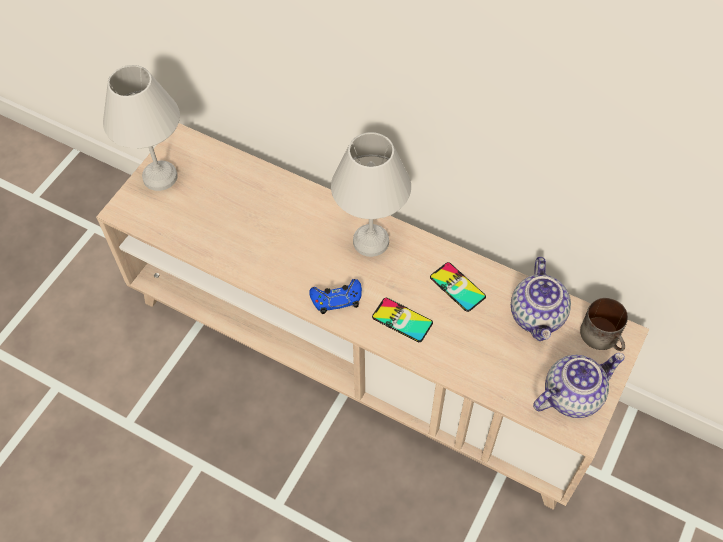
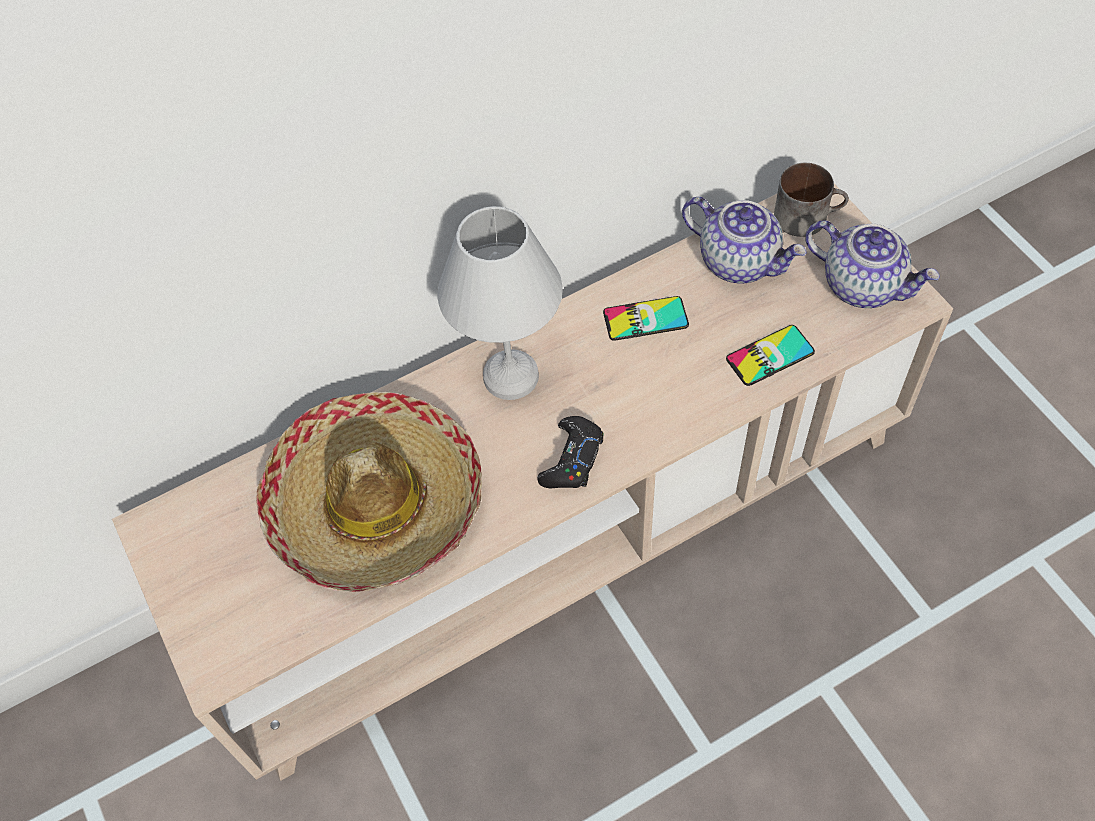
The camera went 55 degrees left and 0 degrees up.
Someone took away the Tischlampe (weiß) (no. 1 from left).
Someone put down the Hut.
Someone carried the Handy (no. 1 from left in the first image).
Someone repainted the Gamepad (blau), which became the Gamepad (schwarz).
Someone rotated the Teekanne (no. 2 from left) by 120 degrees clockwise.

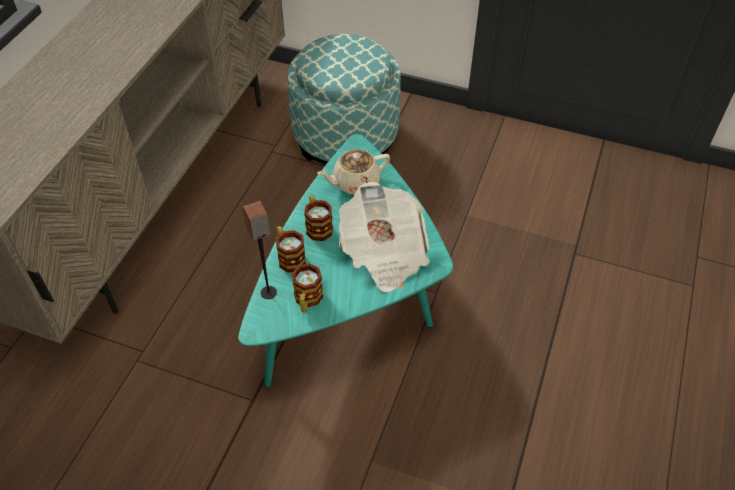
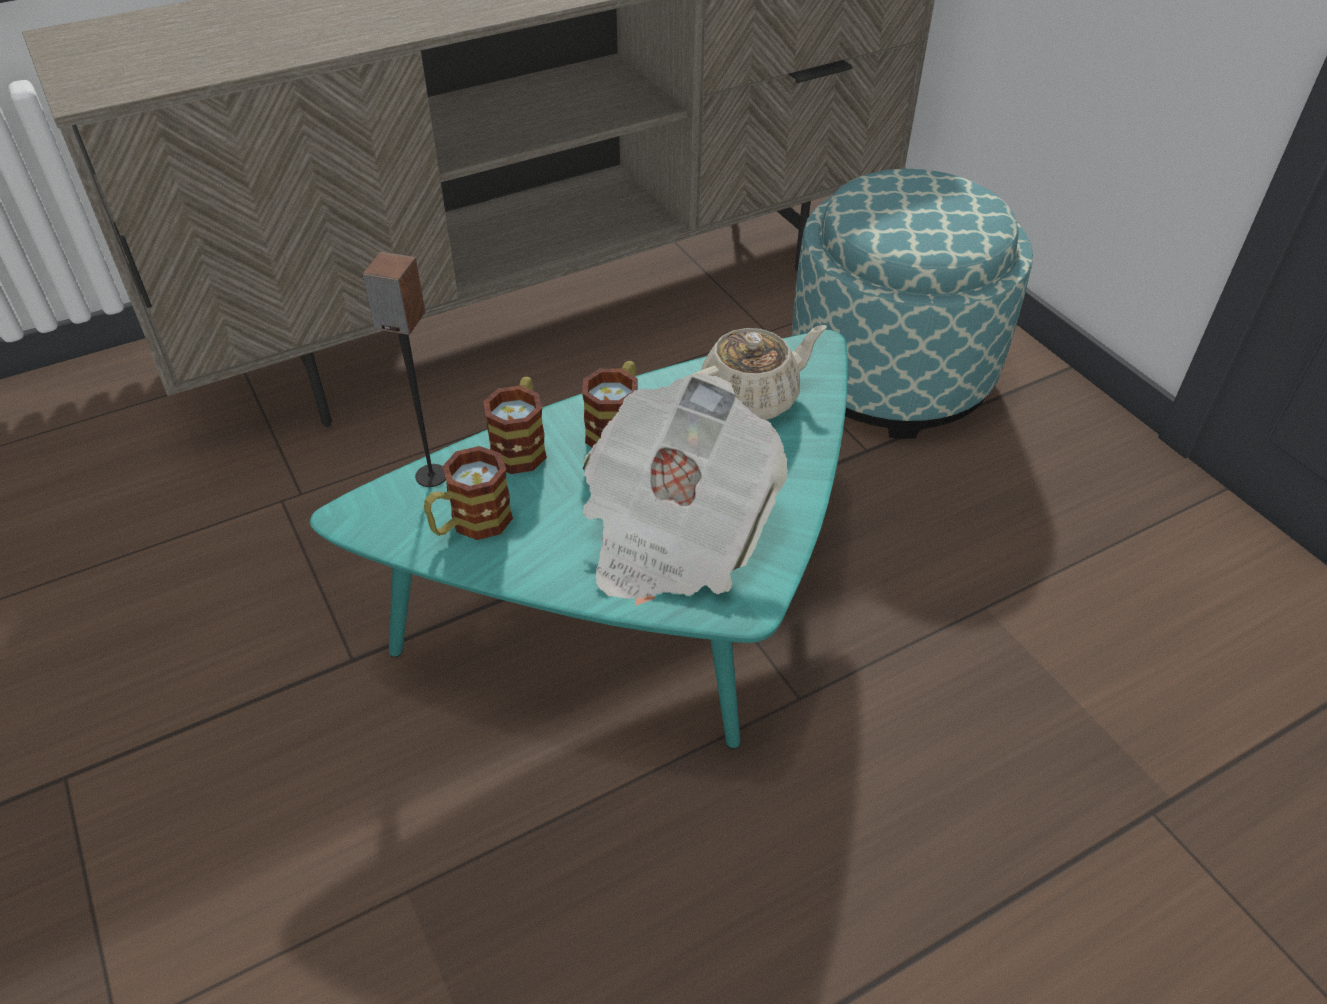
The camera went 40 degrees right and 5 degrees down.
Someone rotated the Teekanne (beige) by 135 degrees clockwise.

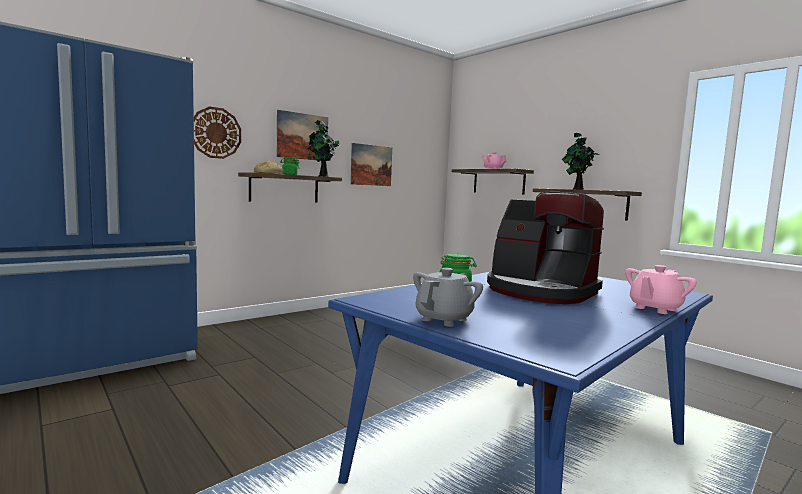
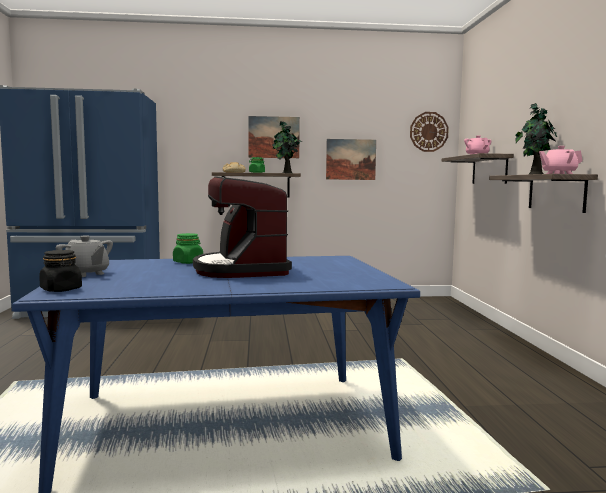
The camera went 35 degrees right and 0 degrees up.
Someone put down the Vorratsglas (schwarz).
Someone carried the Wanduhr.
Someone carried the Teekanne (rosa) (no. 2 from left).
Someone rotated the Teekanne (grau) by 60 degrees clockwise.

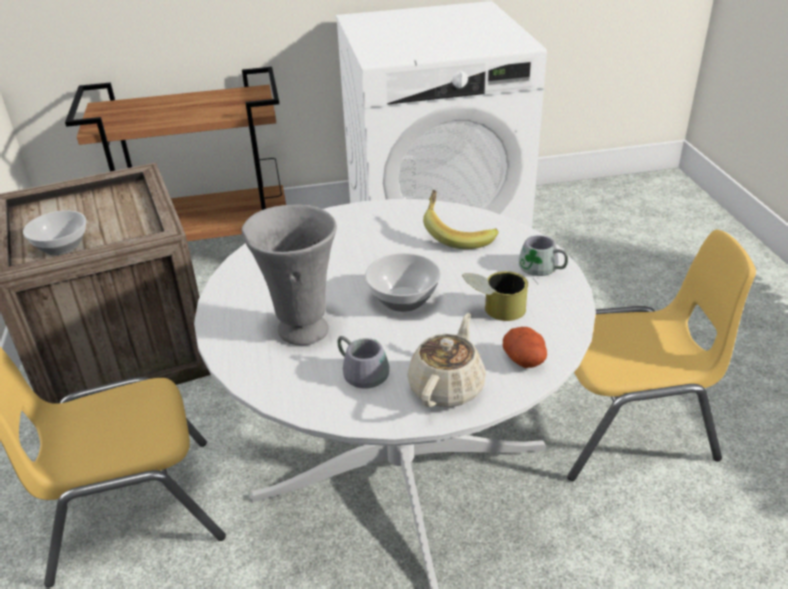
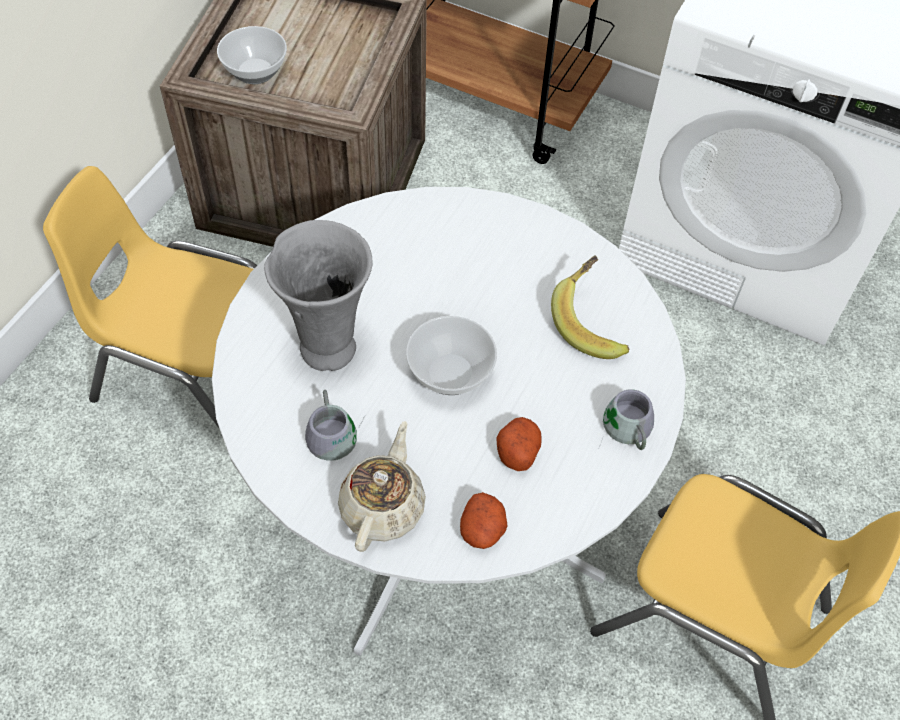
The camera went 35 degrees right and 20 degrees up.
Someone swapped the Dose for the Kartoffel (no. 2 from left).
Someone rotated the Teekanne (beige) by 45 degrees counterclockwise.

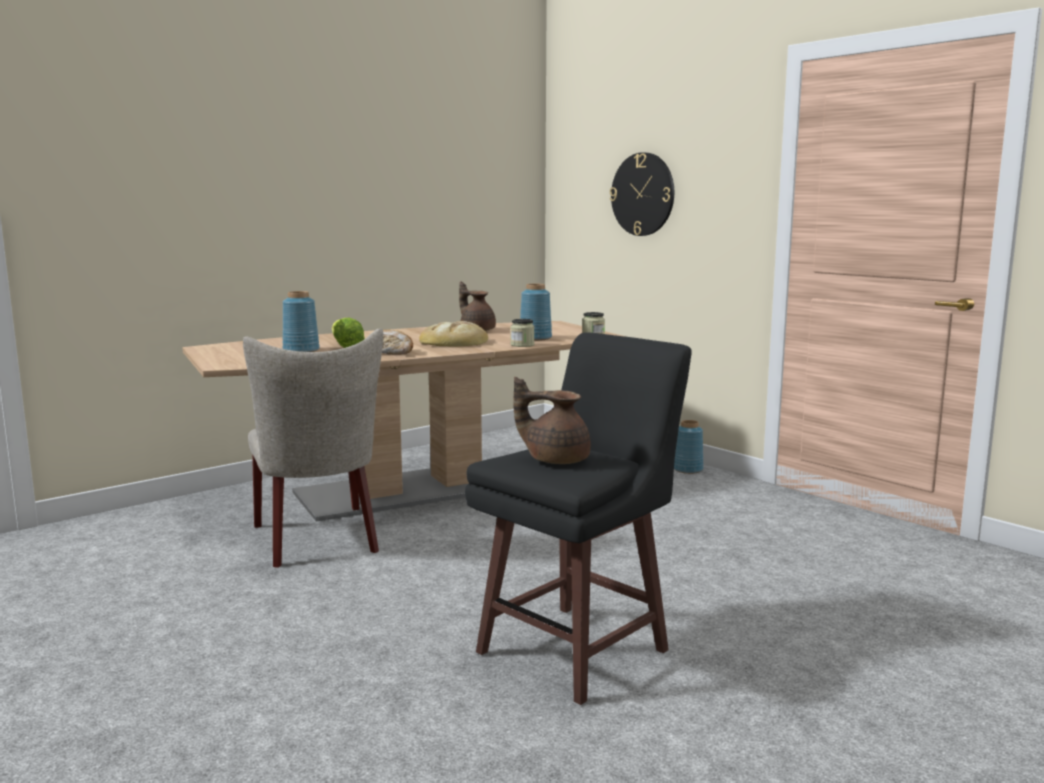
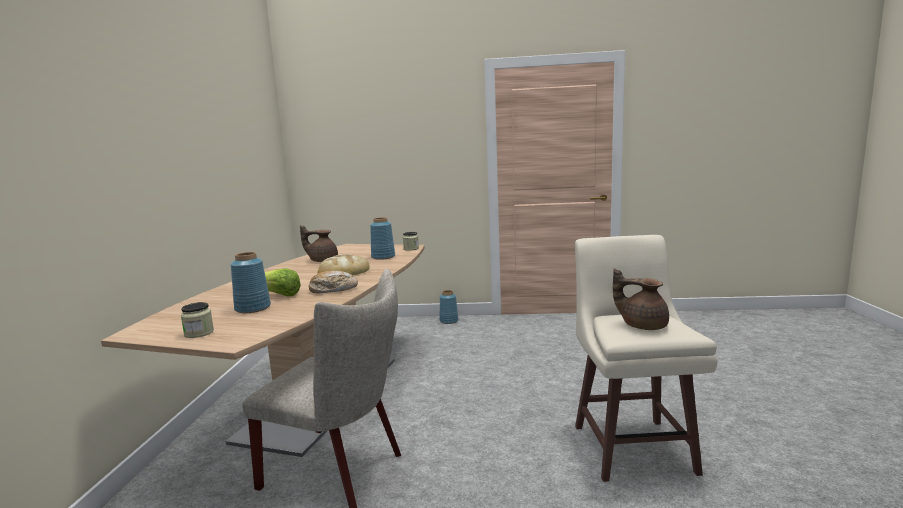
The camera went 45 degrees left and 0 degrees up.
Someone took away the Wanduhr.
Someone carried the Vorratsglas (no. 1 from left).
Someone repainted the Hocker (schwarz), which became the Hocker (beige).
Someone rotated the Teekanne (braun) (no. 2 from left) by 60 degrees clockwise.

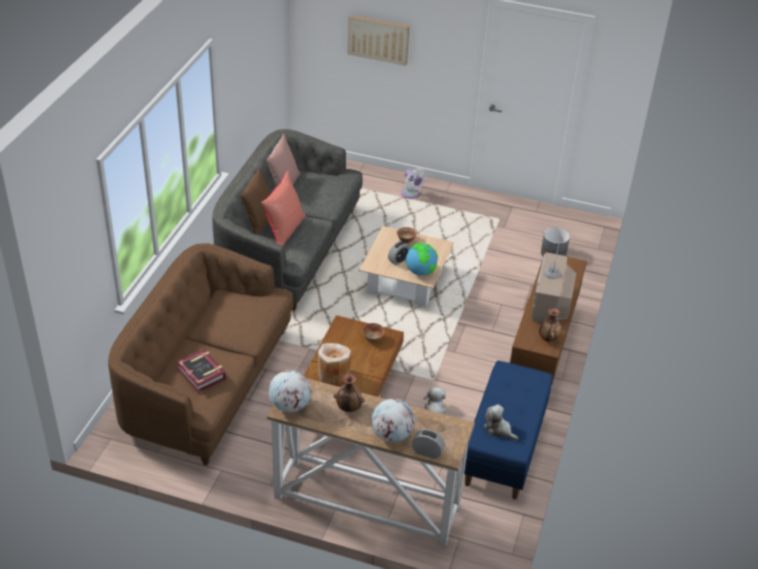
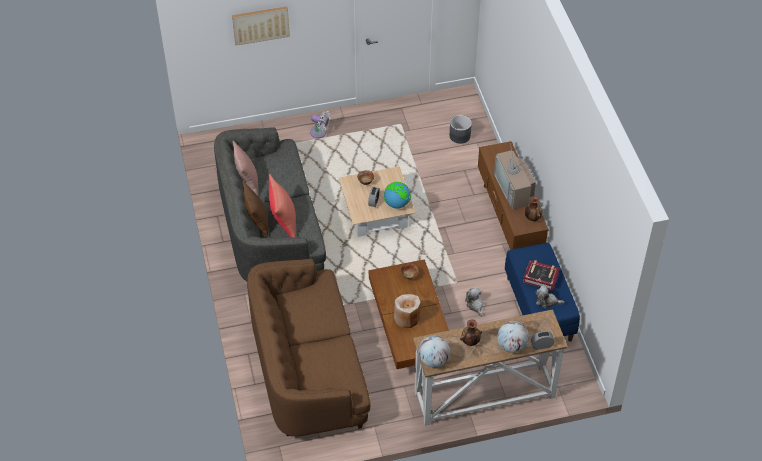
The camera went 30 degrees left and 10 degrees up.
Someone carried the Buch.

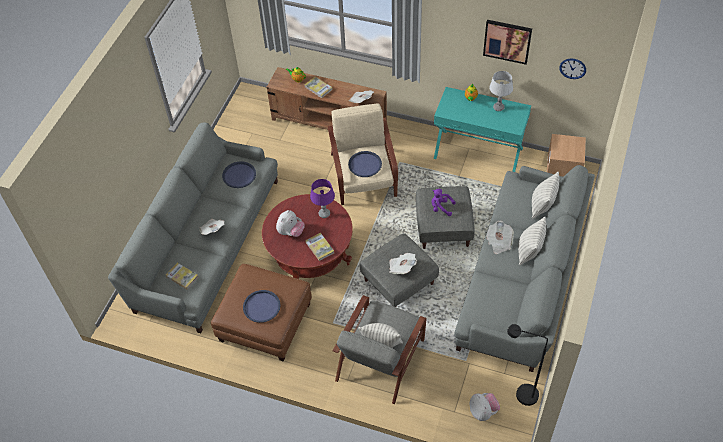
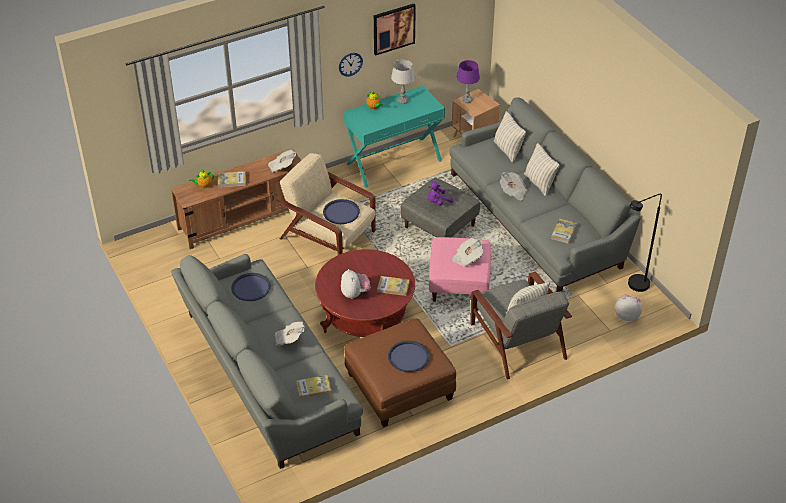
The camera went 50 degrees left and 10 degrees down.
Someone put down the Buch (no. 4 from left).
Someone carried the Tischlampe (lila).
Someone carried the Wanduhr.
Someone repainted the Polsterhocker (grau) (no. 1 from left), which became the Polsterhocker (rosa).

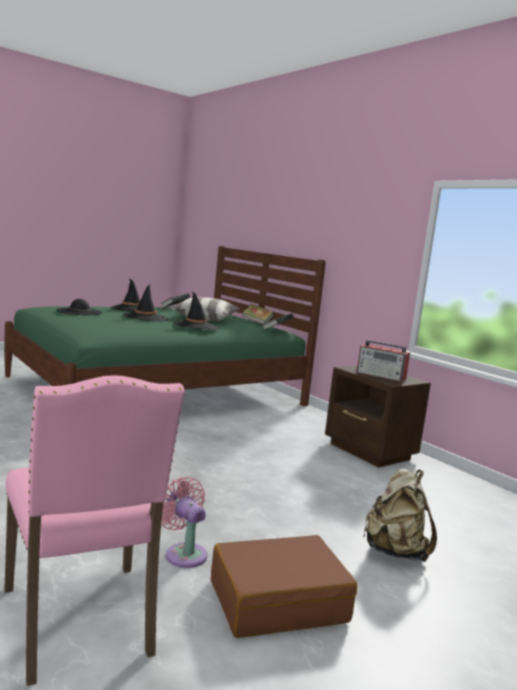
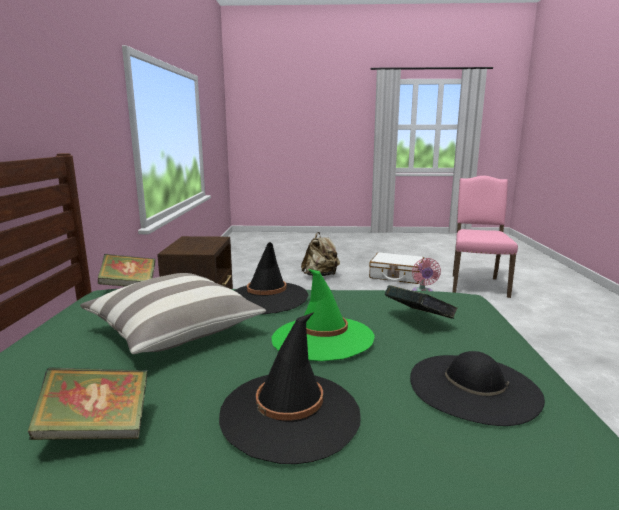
The camera went 140 degrees left and 5 degrees up.
Someone took away the Radio.
Someone carried the Buch (no. 2 from left in the first image).
Someone repainted the Hut (schwarz) (no. 3 from left), which became the Hut (grün).
Someone repainted the Koffer (braun), which became the Koffer (weiß).

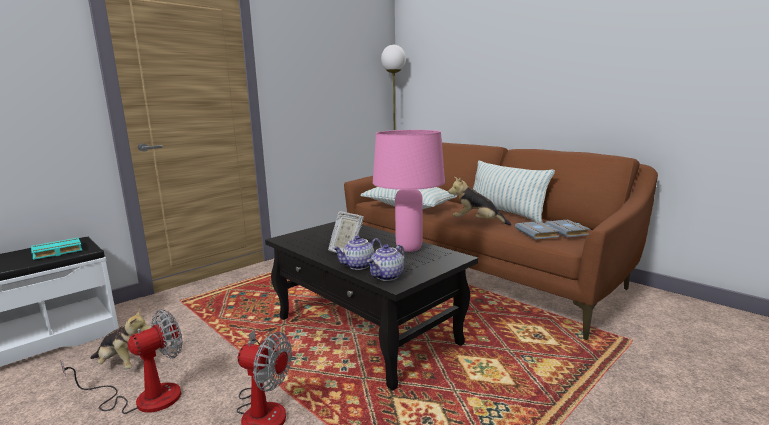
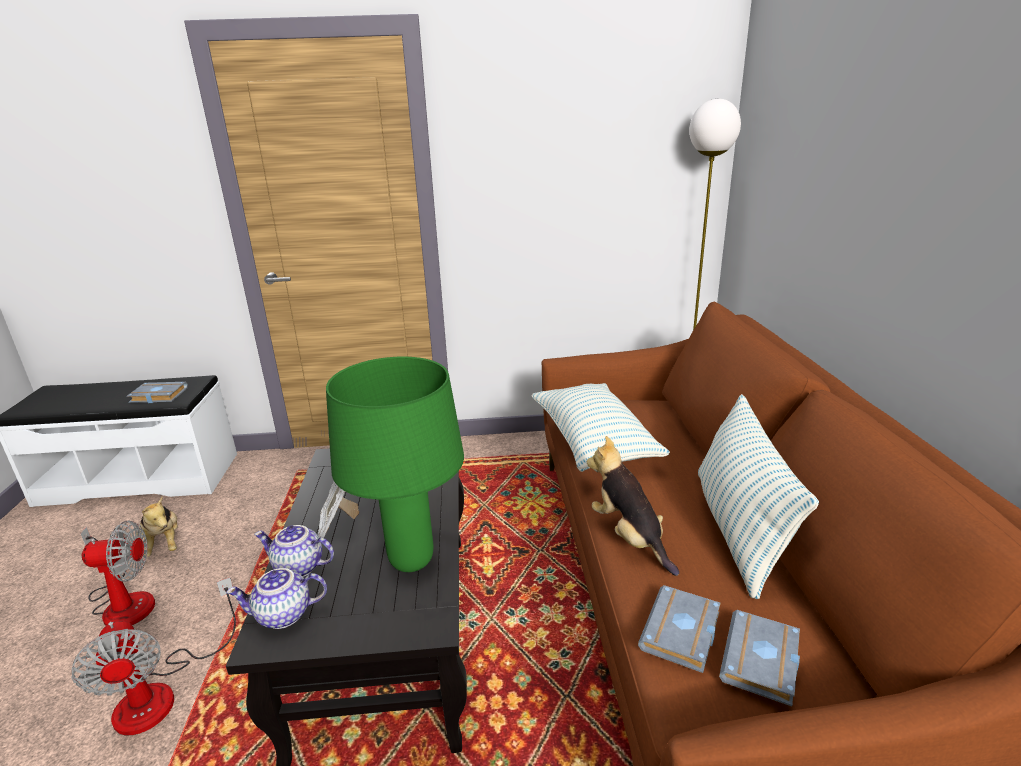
The camera went 40 degrees right and 10 degrees up.
Someone repainted the Buch (türkis), which became the Buch (grau) (no. 1 from left).
Someone repainted the Tischlampe (rosa), which became the Tischlampe (grün).

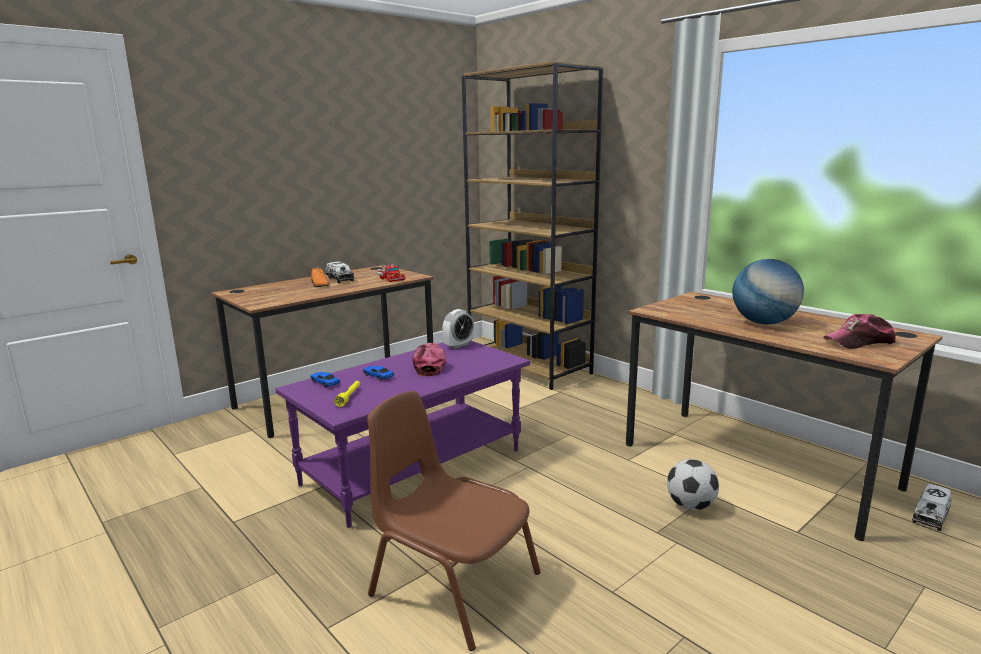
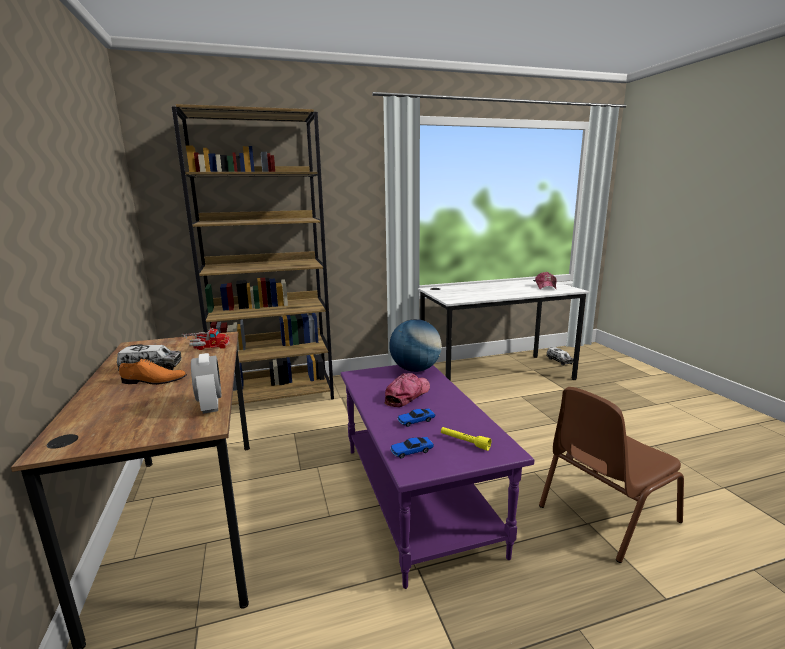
The camera went 65 degrees left and 0 degrees up.
Someone took away the Fußball.
Someone carried the Wecker.
Someone carried the Globus.
Someone repainted the Schreibtisch (braun) (no. 2 from left), which became the Schreibtisch (weiß).
Someone rotated the Kappe (no. 1 from left) by 105 degrees clockwise.

